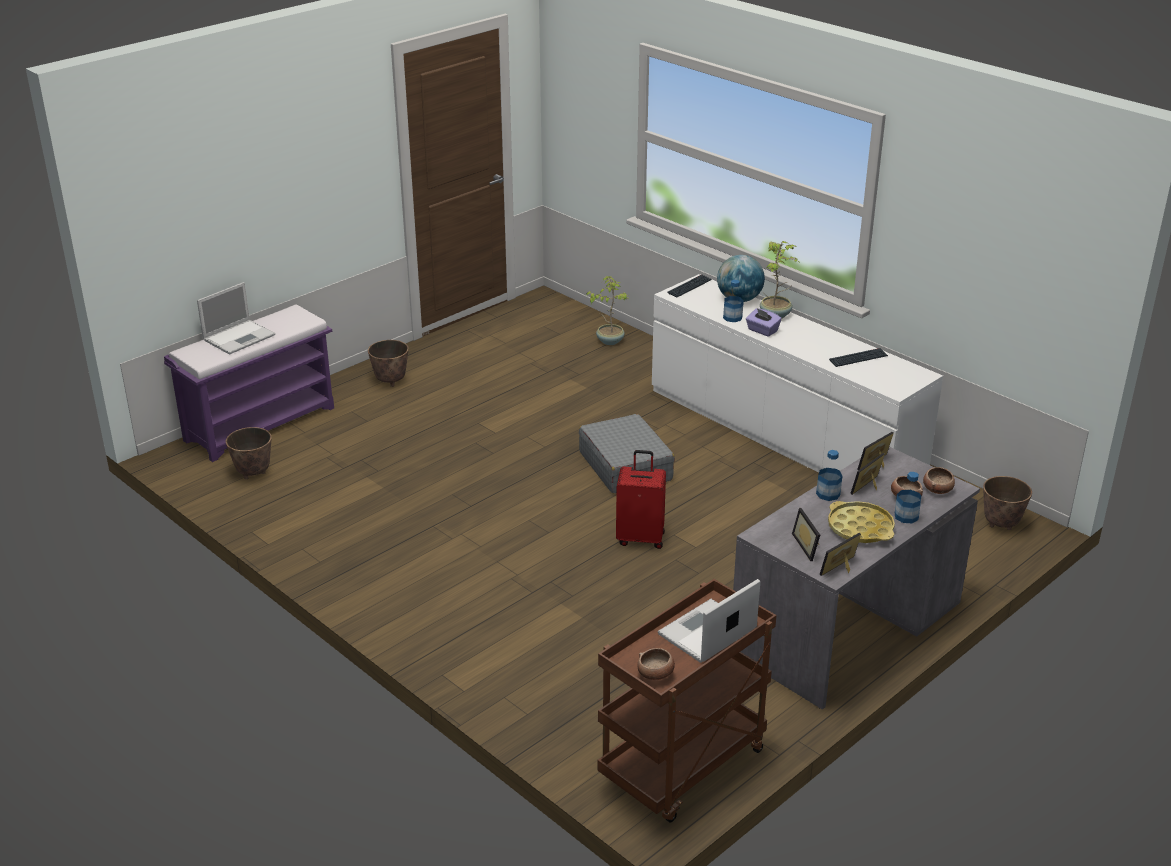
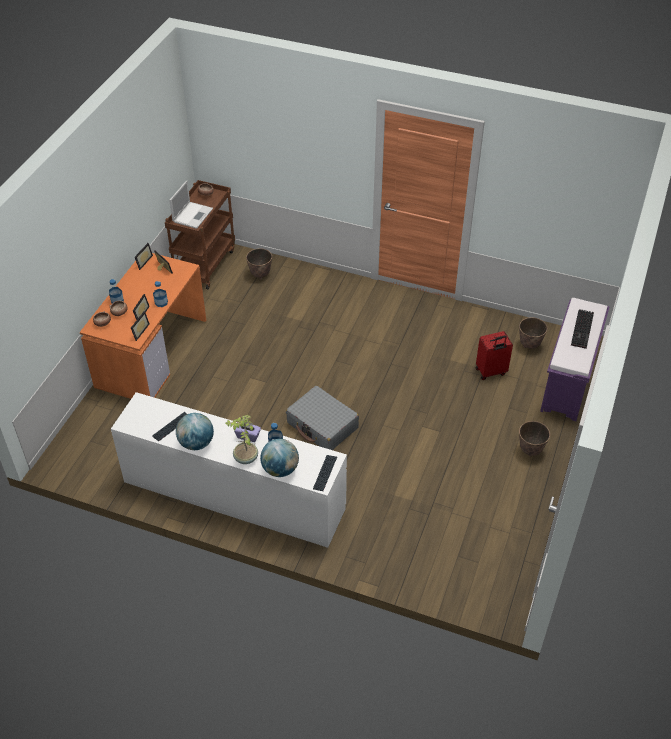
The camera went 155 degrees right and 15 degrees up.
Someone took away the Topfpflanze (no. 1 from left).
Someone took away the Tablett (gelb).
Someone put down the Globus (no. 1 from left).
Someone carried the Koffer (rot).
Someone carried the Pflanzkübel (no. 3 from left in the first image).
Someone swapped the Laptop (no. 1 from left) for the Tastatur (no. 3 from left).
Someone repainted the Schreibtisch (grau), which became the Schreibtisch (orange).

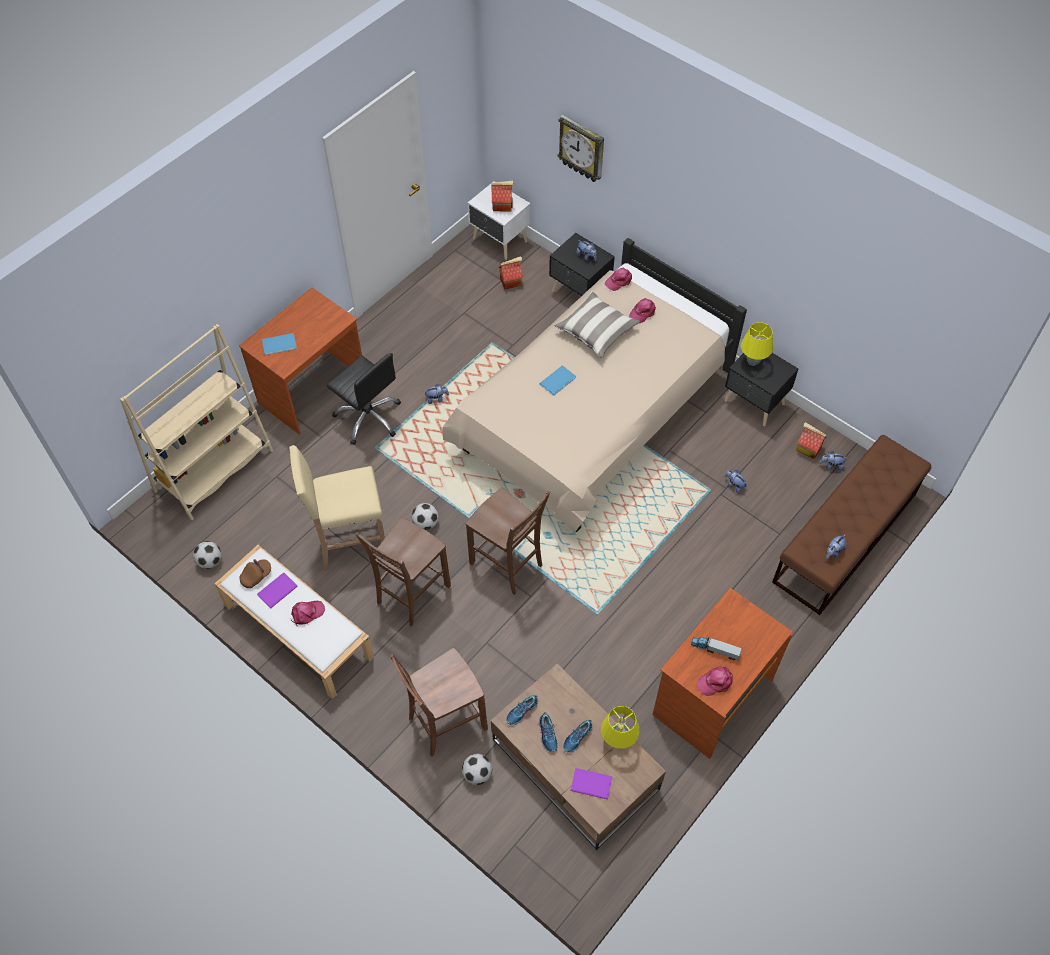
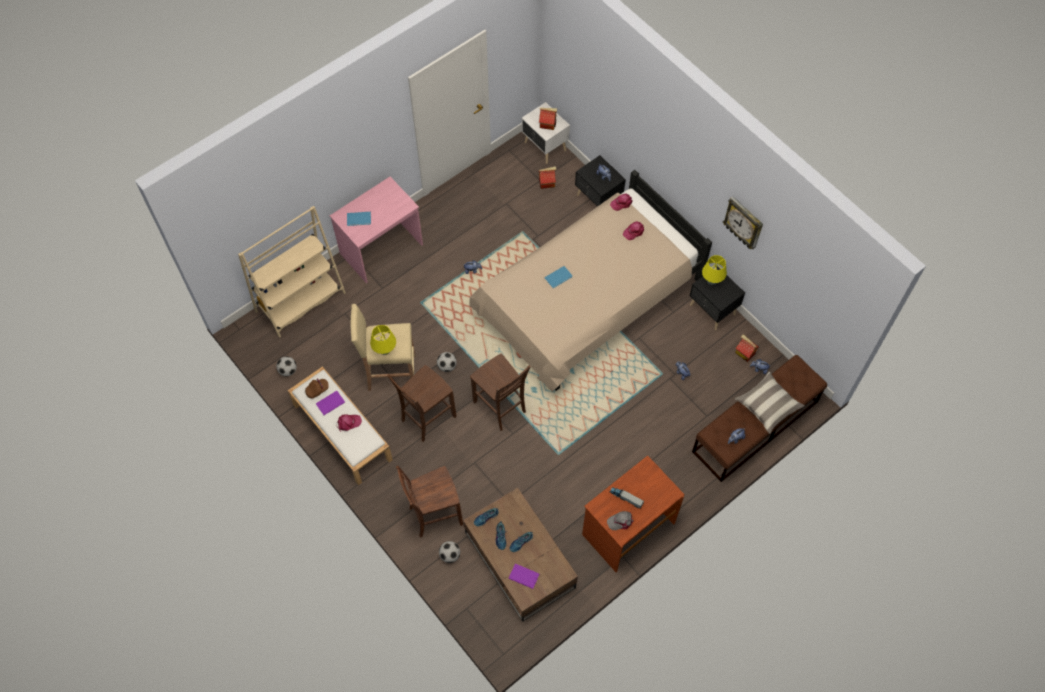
The camera went 10 degrees right and 5 degrees up.
Someone took away the Bürostuhl (schwarz).
Someone carried the Kissen.
Someone carried the Wanduhr.
Someone carried the Tischlampe (gelb) (no. 1 from left).
Someone repainted the Schreibtisch (braun) (no. 1 from left), which became the Schreibtisch (rosa).
Someone repainted the Kappe (rosa) (no. 4 from left), which became the Kappe (grau).

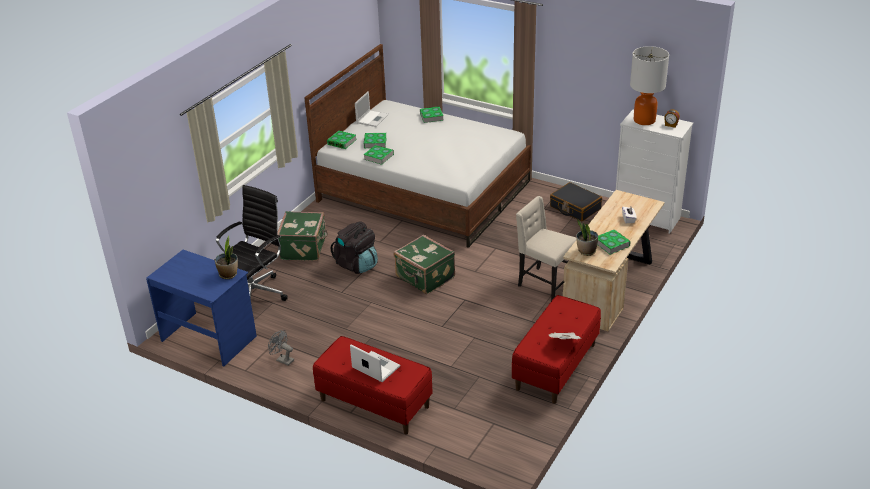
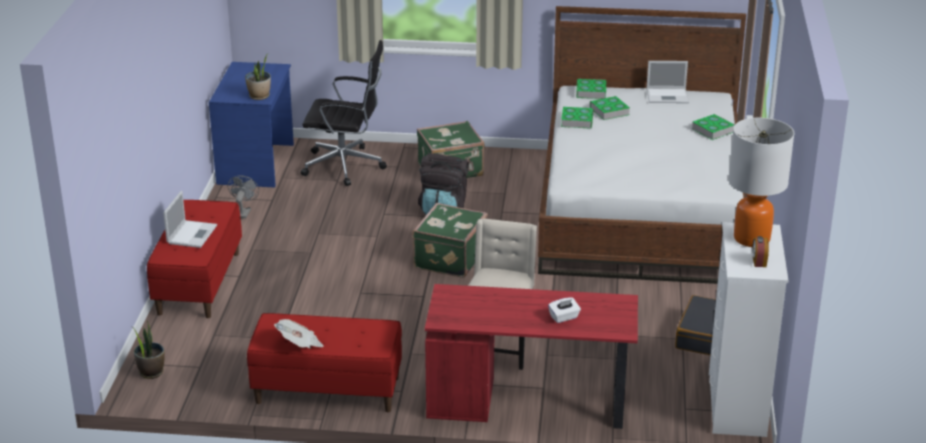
The camera went 65 degrees right and 5 degrees down.
Someone took away the Buch (no. 5 from left).
Someone carried the Topfpflanze (no. 2 from left in the first image).
Someone repainted the Schreibtisch (beige), which became the Schreibtisch (rot).

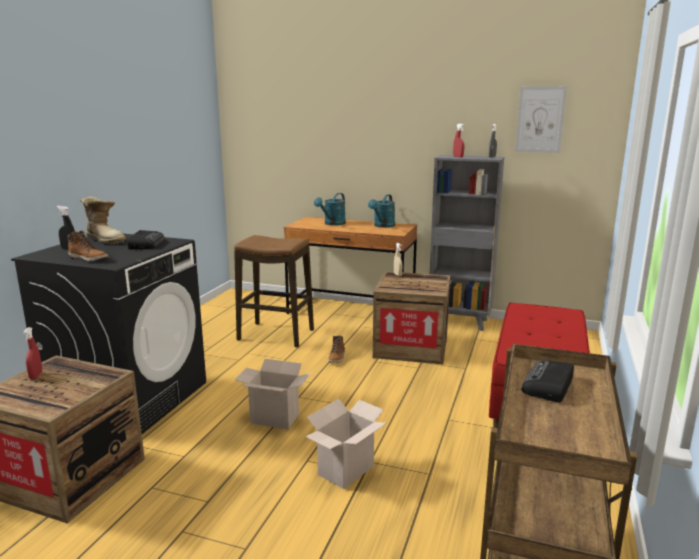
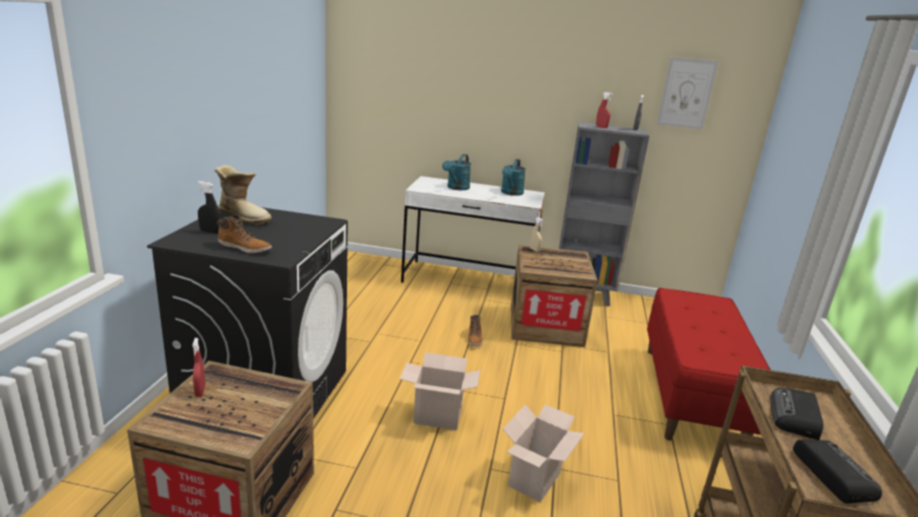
The camera went 10 degrees left and 5 degrees up.
Someone took away the Hocker.
Someone carried the Radio (no. 1 from left in the first image).
Someone repainted the Schreibtisch (braun), which became the Schreibtisch (weiß).

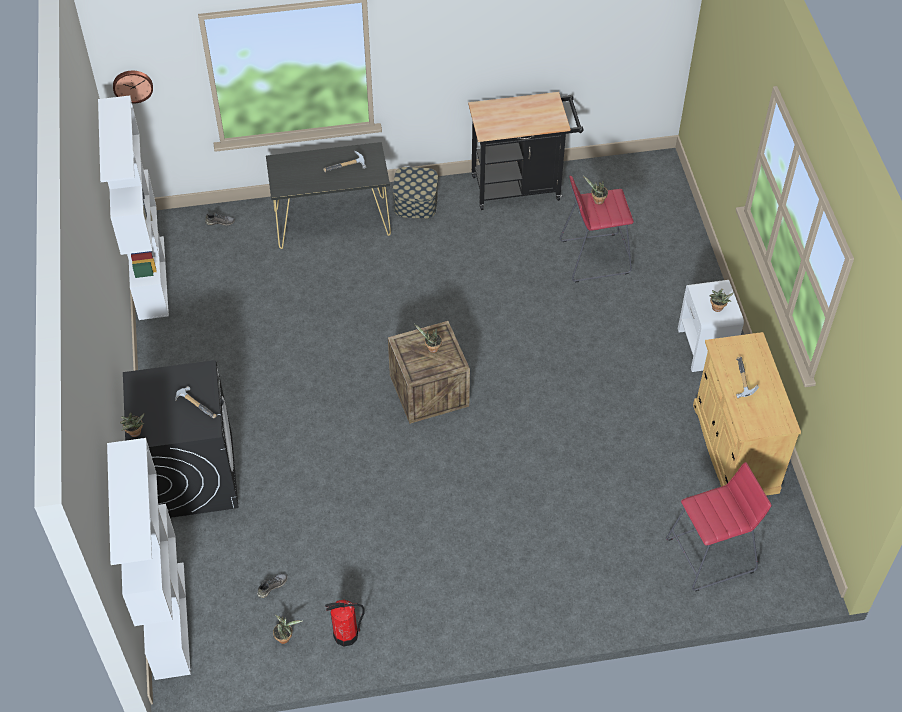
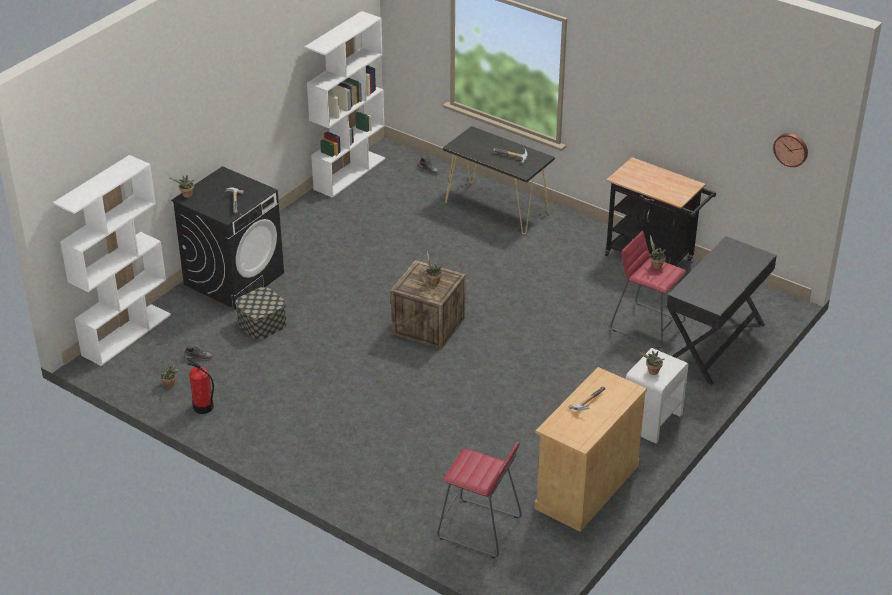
The camera went 45 degrees right and 15 degrees down.
Someone put down the Schreibtisch (schwarz).
Someone carried the Wanduhr.
Someone carried the Aufbewahrungsbox.

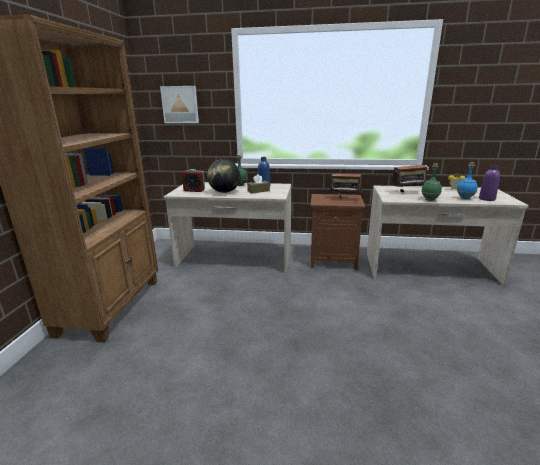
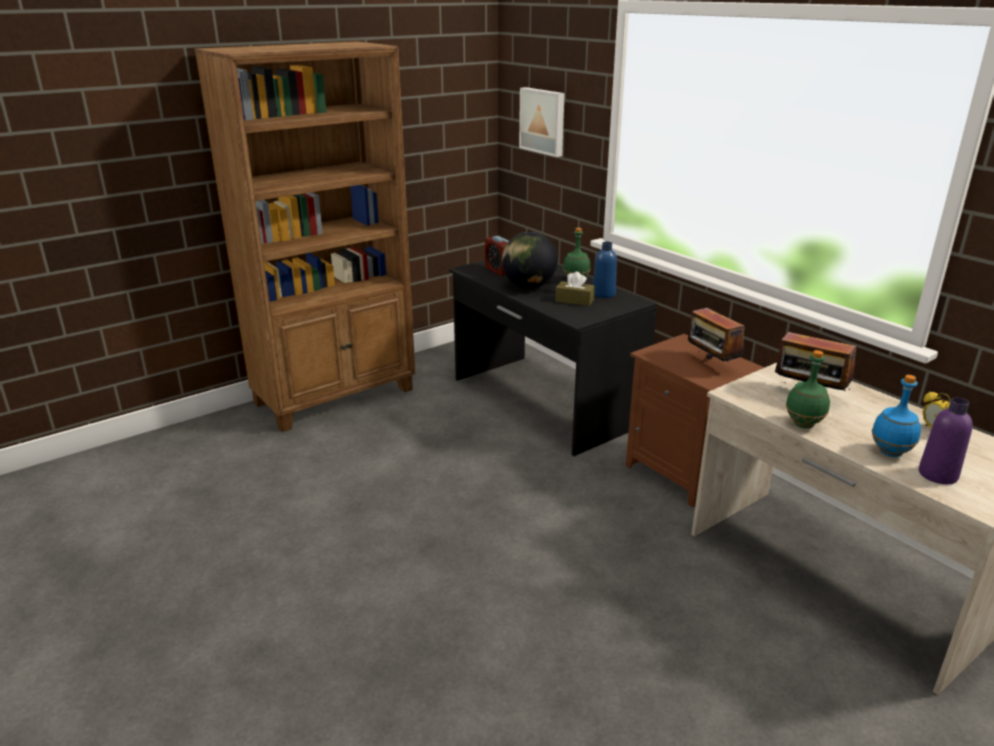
The camera went 45 degrees right and 5 degrees up.
Someone repainted the Schreibtisch (beige) (no. 1 from left), which became the Schreibtisch (schwarz).

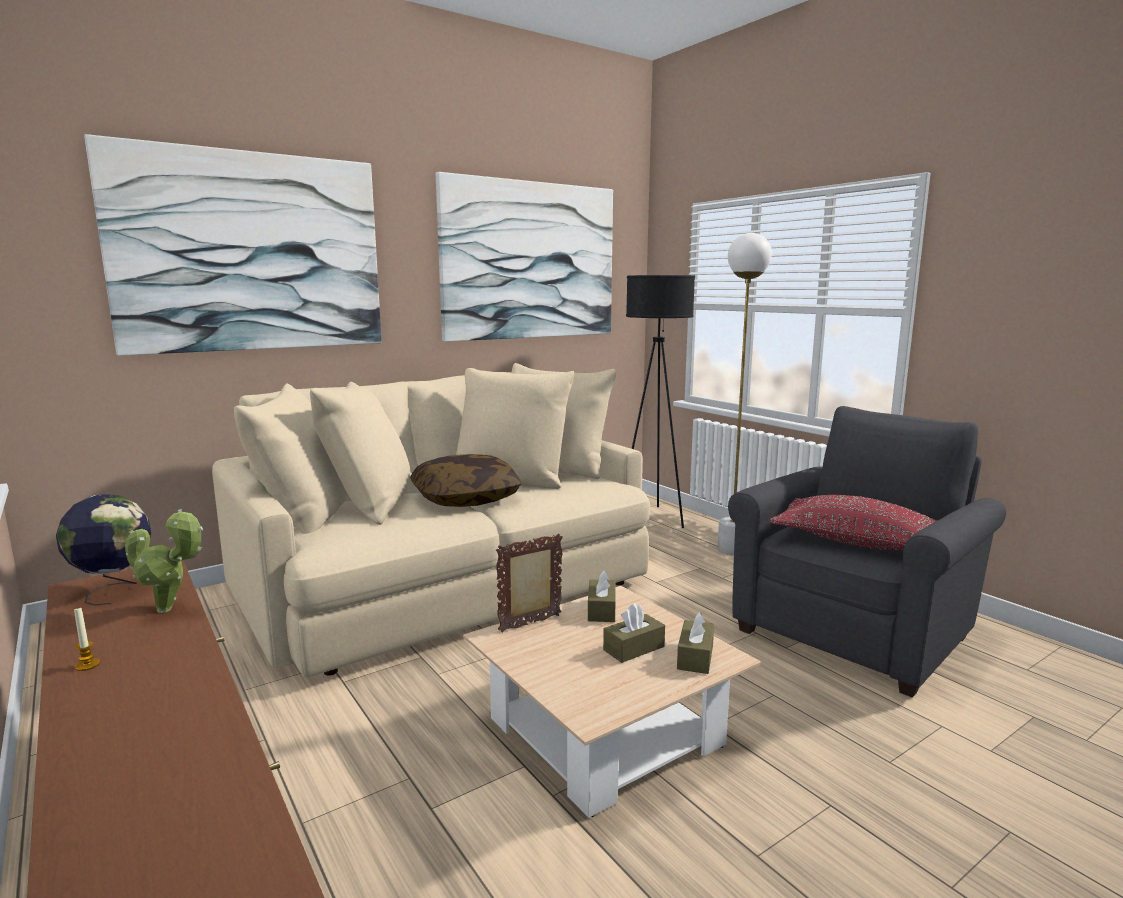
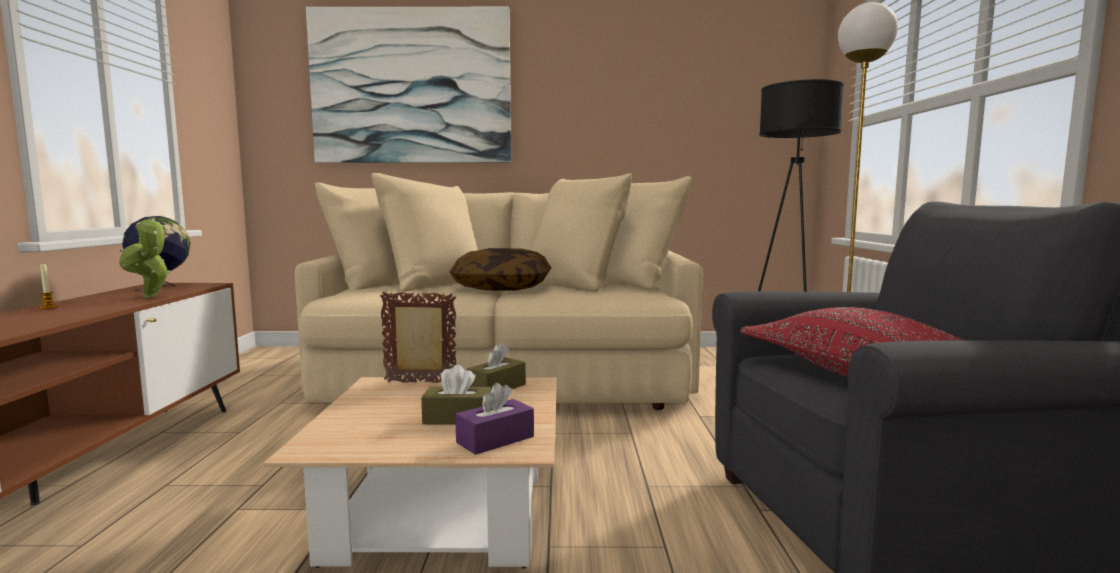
The camera went 35 degrees right and 5 degrees down.
Someone took away the Bild (no. 2 from left).
Someone repainted the Taschentuchbox (braun) (no. 3 from left), which became the Taschentuchbox (lila).

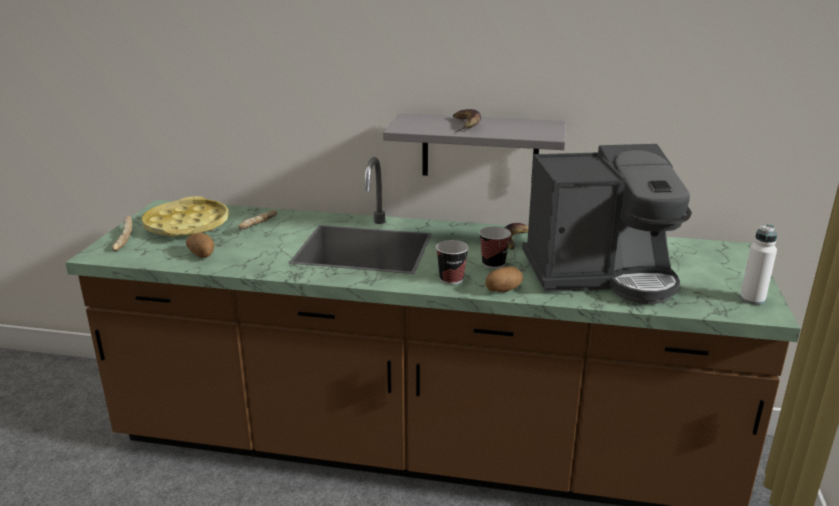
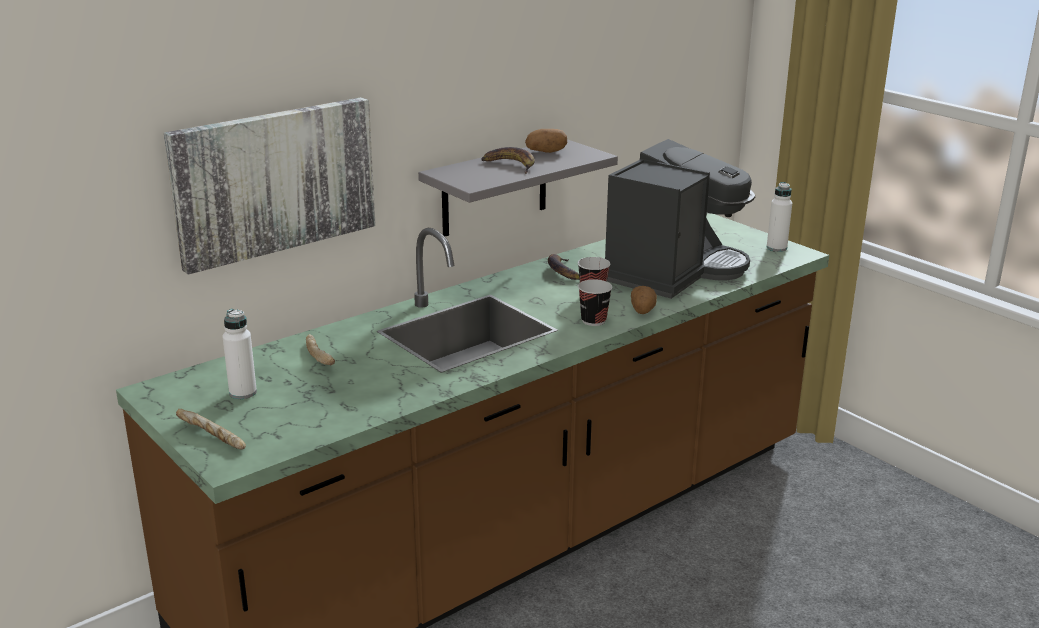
The camera went 50 degrees left and 0 degrees up.
Someone put up the Bild.
Someone carried the Kartoffel (no. 1 from left).
Someone swapped the Tablett (gelb) for the Flasche (weiß) (no. 1 from left).

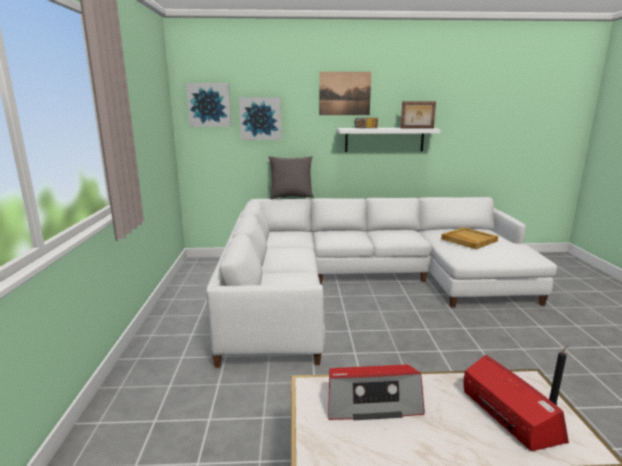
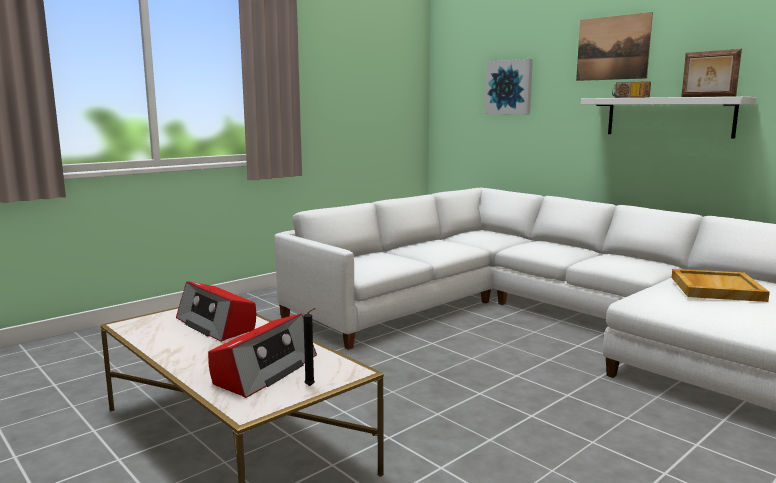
The camera went 50 degrees right and 5 degrees down.
Someone took away the Bild (no. 1 from left).
Someone took away the Kissen (grau).

